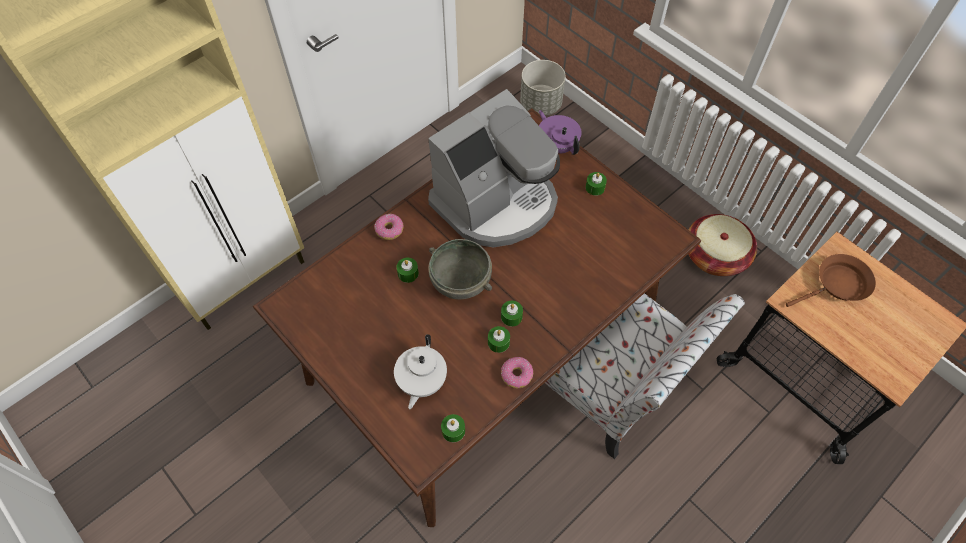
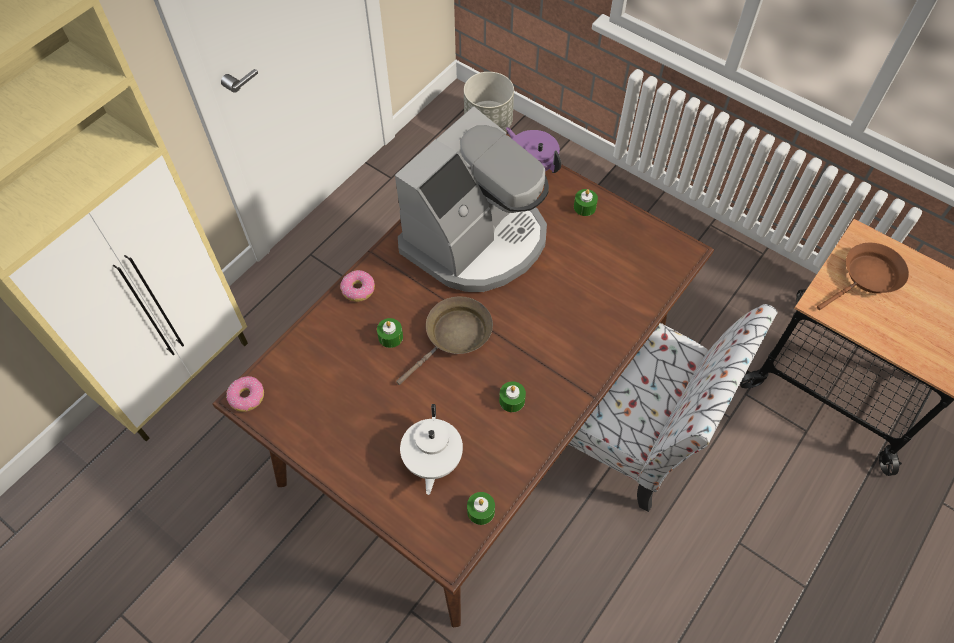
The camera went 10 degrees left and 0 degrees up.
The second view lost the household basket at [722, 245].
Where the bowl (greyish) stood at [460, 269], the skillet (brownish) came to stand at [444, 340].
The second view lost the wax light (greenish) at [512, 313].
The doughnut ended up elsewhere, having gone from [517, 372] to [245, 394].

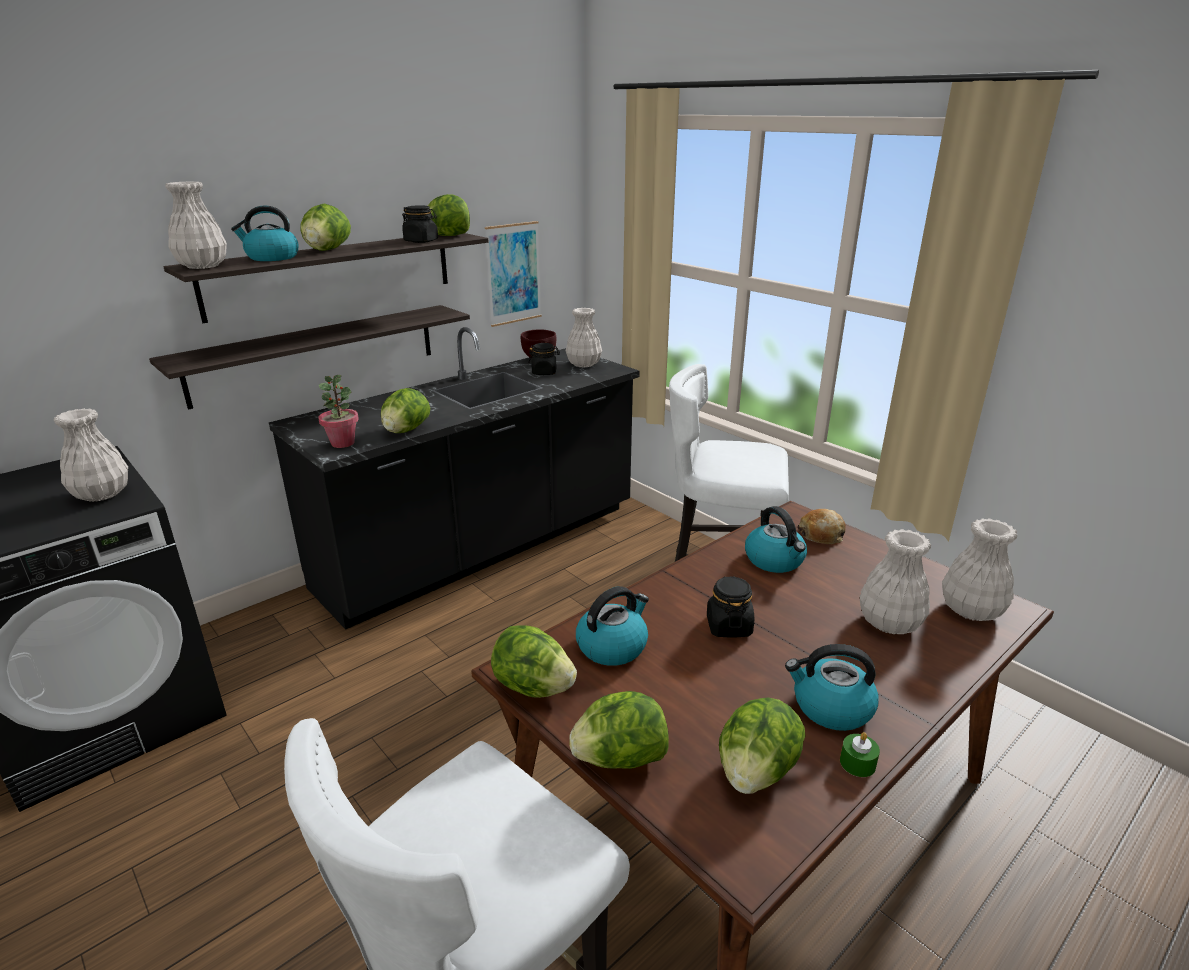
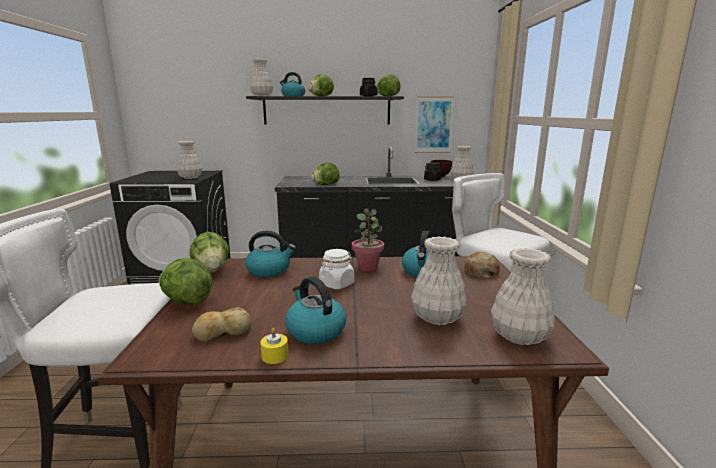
The camera went 40 degrees right and 10 degrees down.
The second view lost the wall shelf at [309, 357].
The houseplant ended up elsewhere, having gone from [339, 411] to [368, 239].
What was the storage jar (blackish) at [730, 607] turned into the storage jar (white) at [337, 269].
Where the lettuce stood at [762, 746], the bakery bread came to stand at [221, 324].
What was the wax light (greenish) at [860, 754] turned into the wax light (yellowish) at [274, 346].

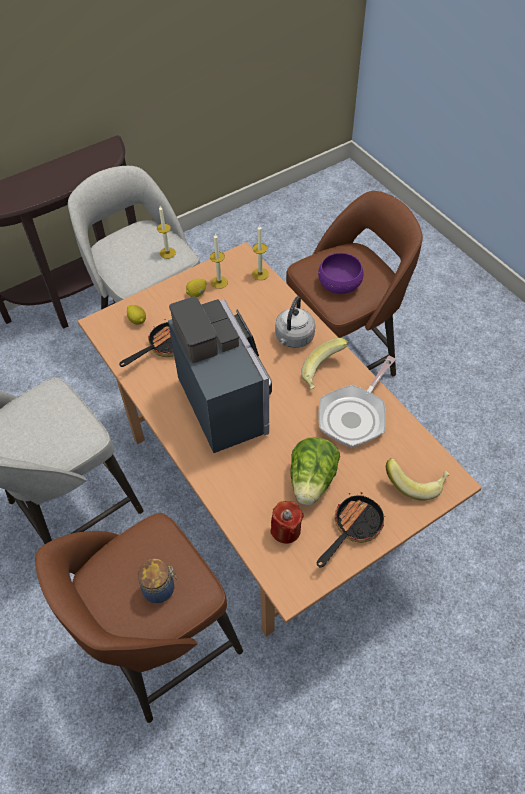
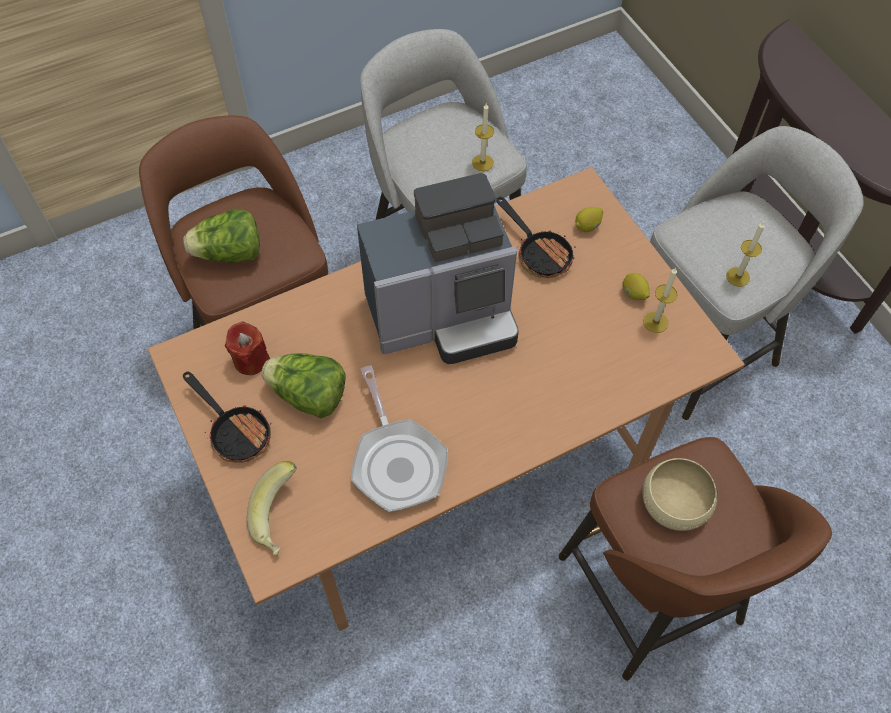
The camera went 95 degrees right and 5 degrees up.
The wax light ended up elsewhere, having gone from [260, 252] to [483, 137].
What was the bowl (purple-coloured) at [341, 273] turned into the bowl (sand-coloured) at [679, 494].
The second view lost the kettle (greyish) at [295, 322].
The second view lost the whole banana at [324, 364].
The skillet at [357, 402] ended up facing another way, 150 degrees counterclockwise from before.
Where the storage jar stood at [157, 581], the lettuce came to stand at [222, 236].

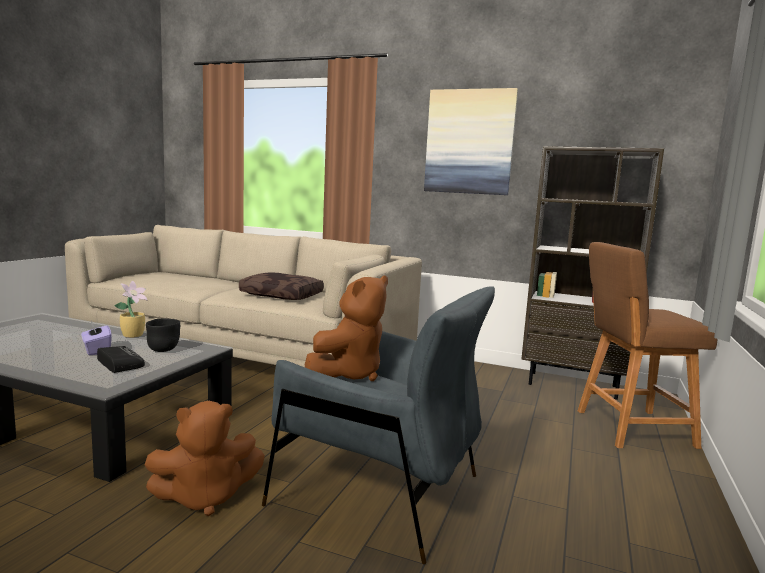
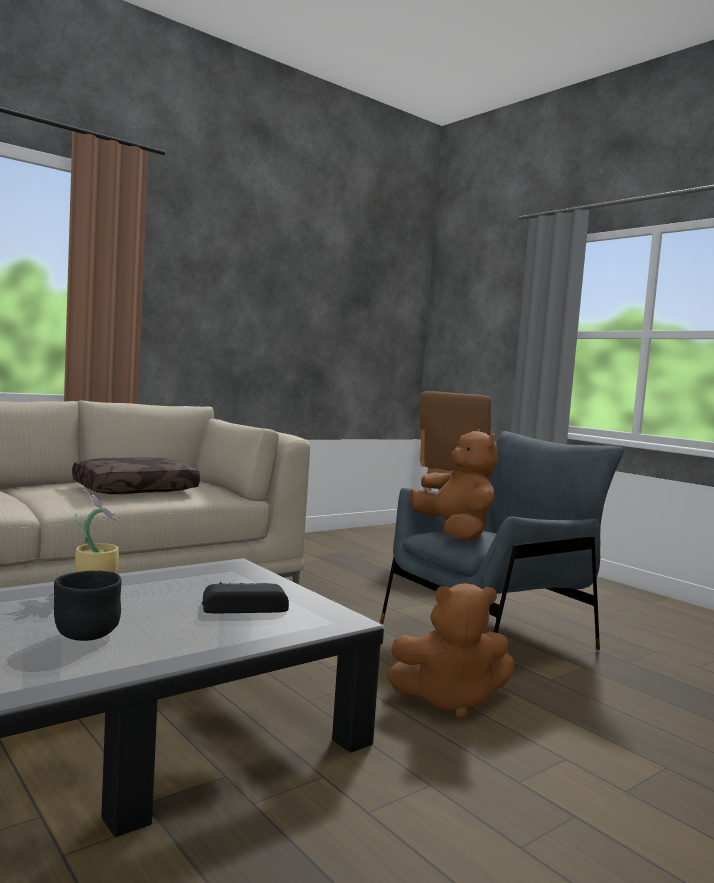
The camera went 60 degrees left and 5 degrees down.
The second view lost the picture at [471, 141].
The second view lost the bookcase (brownish) at [592, 273].
The bowl (blackish) ended up elsewhere, having gone from [163, 335] to [88, 605].
The second view lost the tissue holder (purple-coloured) at [96, 338].
The soft toy (brownish) at [205, 458] ended up facing another way, 75 degrees clockwise from before.

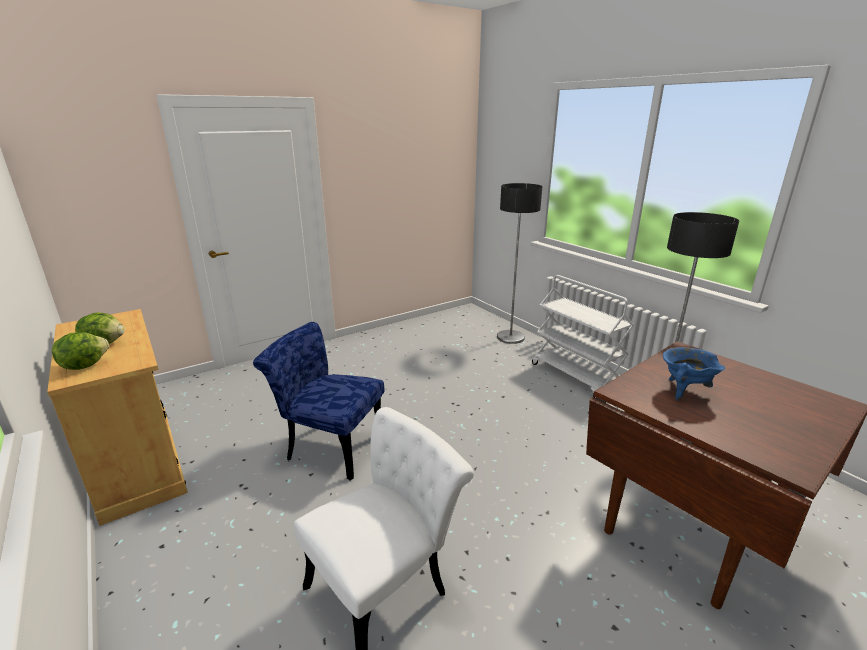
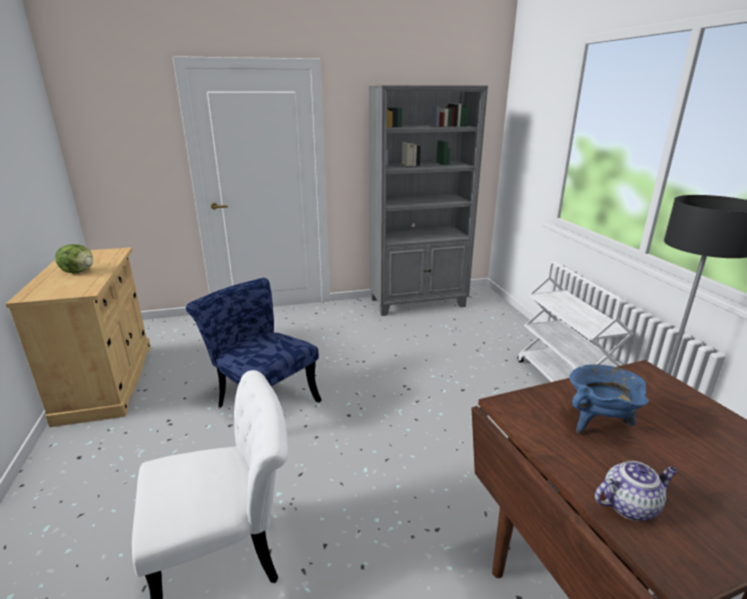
The camera went 20 degrees right and 0 degrees up.
The second view lost the standing lamp at [519, 263].
The second view lost the lettuce at [80, 351].
The second view gained the bookcase (greyish) at [428, 200].
The second view gained the pot for tea at [636, 491].

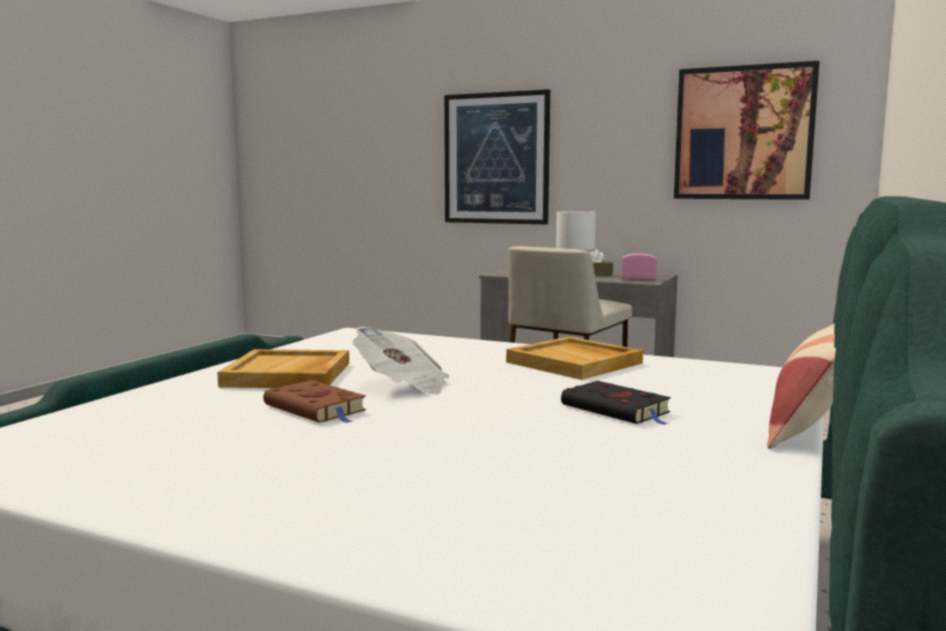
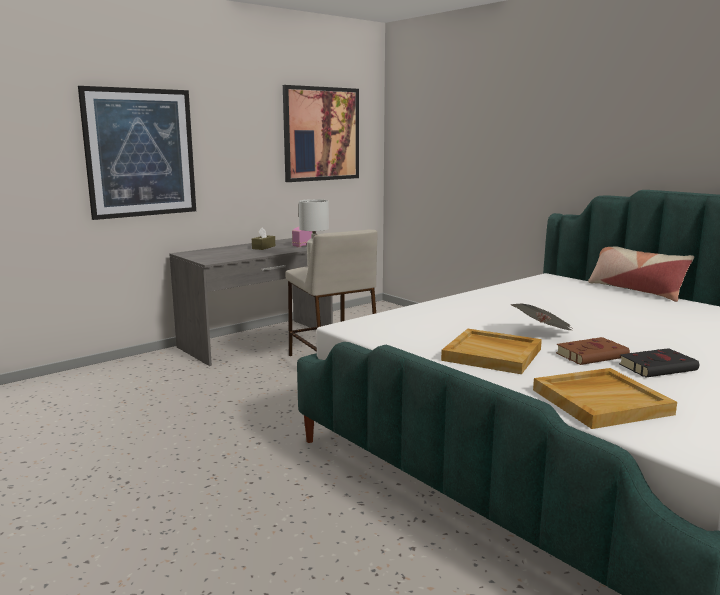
The camera went 65 degrees left and 5 degrees up.
The serving tray (sand-coloured) ended up elsewhere, having gone from [574, 358] to [605, 398].
The book (blackish) ended up elsewhere, having gone from [616, 403] to [659, 363].

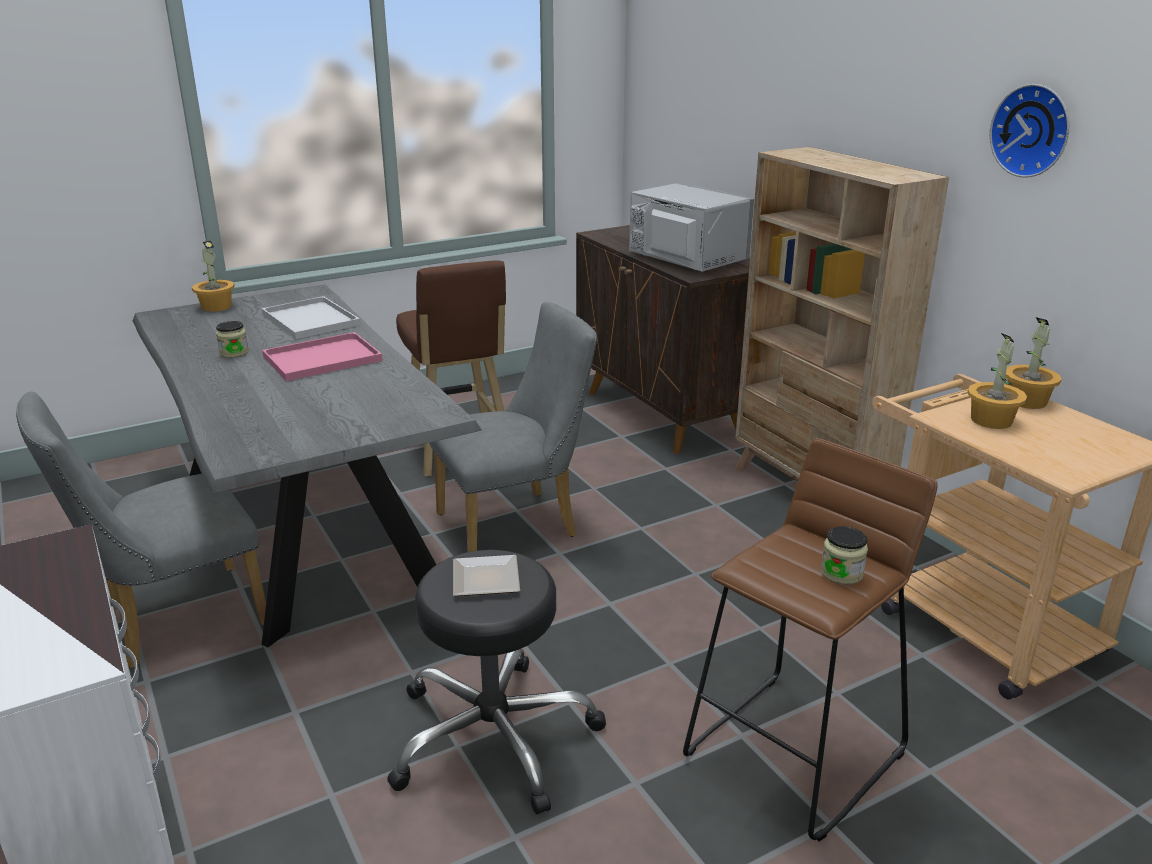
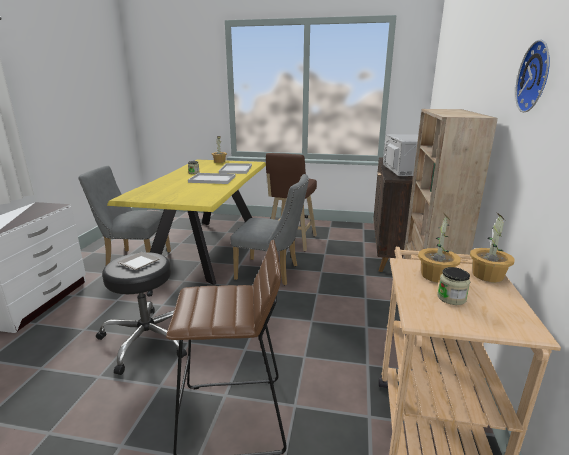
The camera went 40 degrees right and 5 degrees down.
What was the dinner table (greyish) at [307, 466] turned into the dinner table (yellowish) at [186, 222].
What was the serving tray (pinkish) at [322, 356] turned into the serving tray (white) at [212, 178].
The storage jar ended up elsewhere, having gone from [844, 555] to [453, 286].

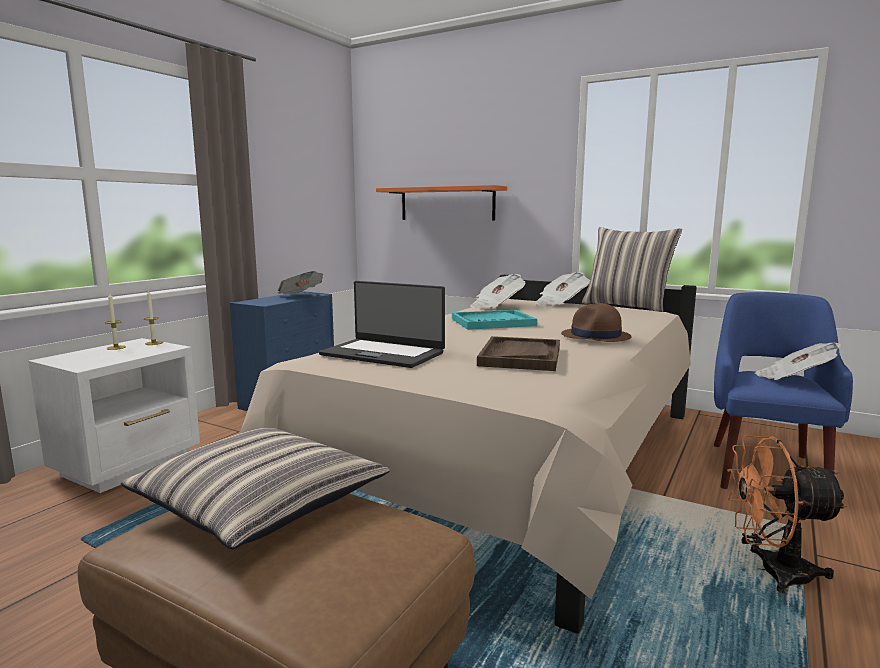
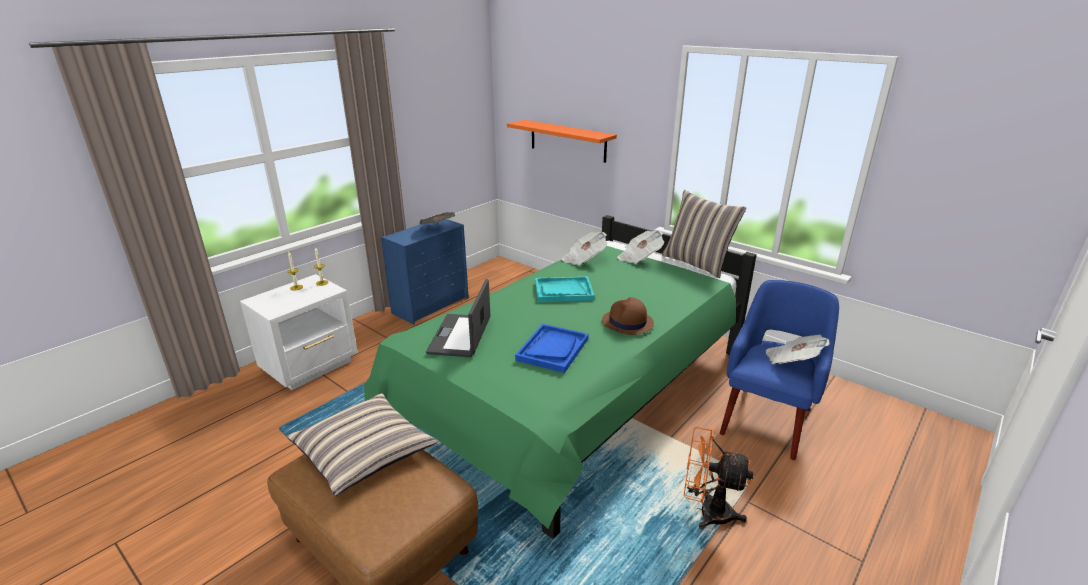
The camera went 10 degrees right and 15 degrees up.
What was the sleeping bed (sand-coloured) at [467, 454] turned into the sleeping bed (greenish) at [560, 377].
The notebook computer at [382, 324] ended up facing another way, 60 degrees clockwise from before.
What was the serving tray (brownish) at [518, 353] turned into the serving tray (bluish) at [552, 348].

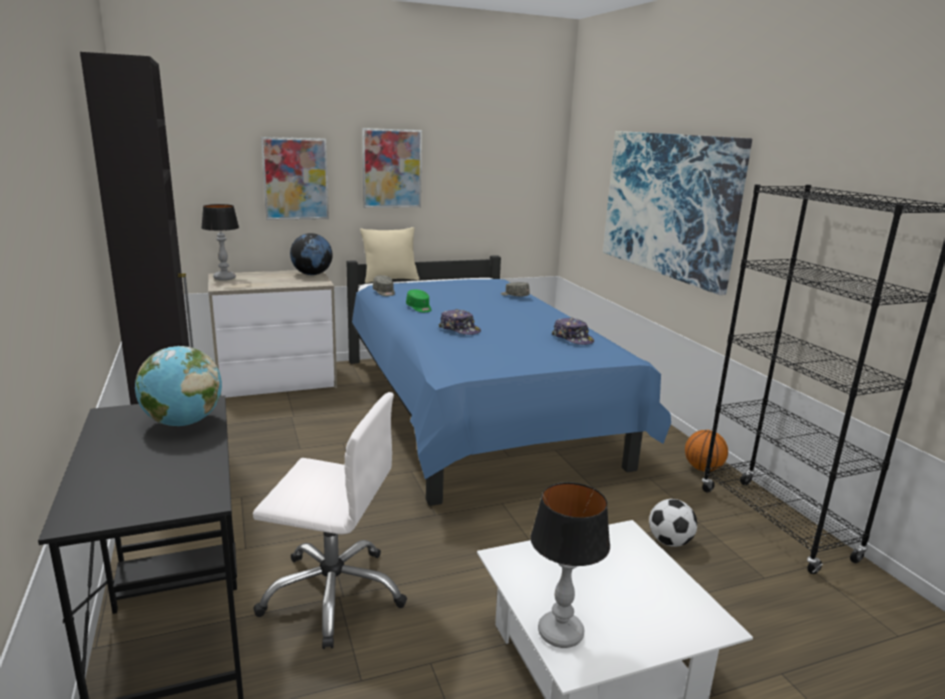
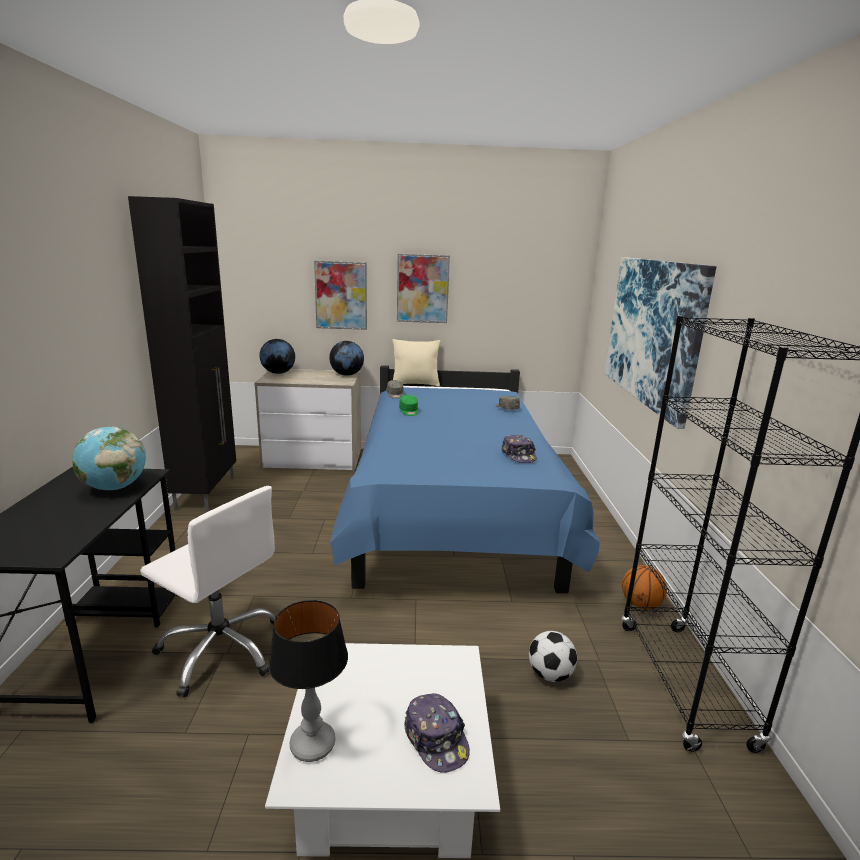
The camera went 20 degrees right and 0 degrees up.
Where the table lamp stood at [220, 242], the globe came to stand at [277, 356].
The cap ended up elsewhere, having gone from [460, 322] to [437, 733].

